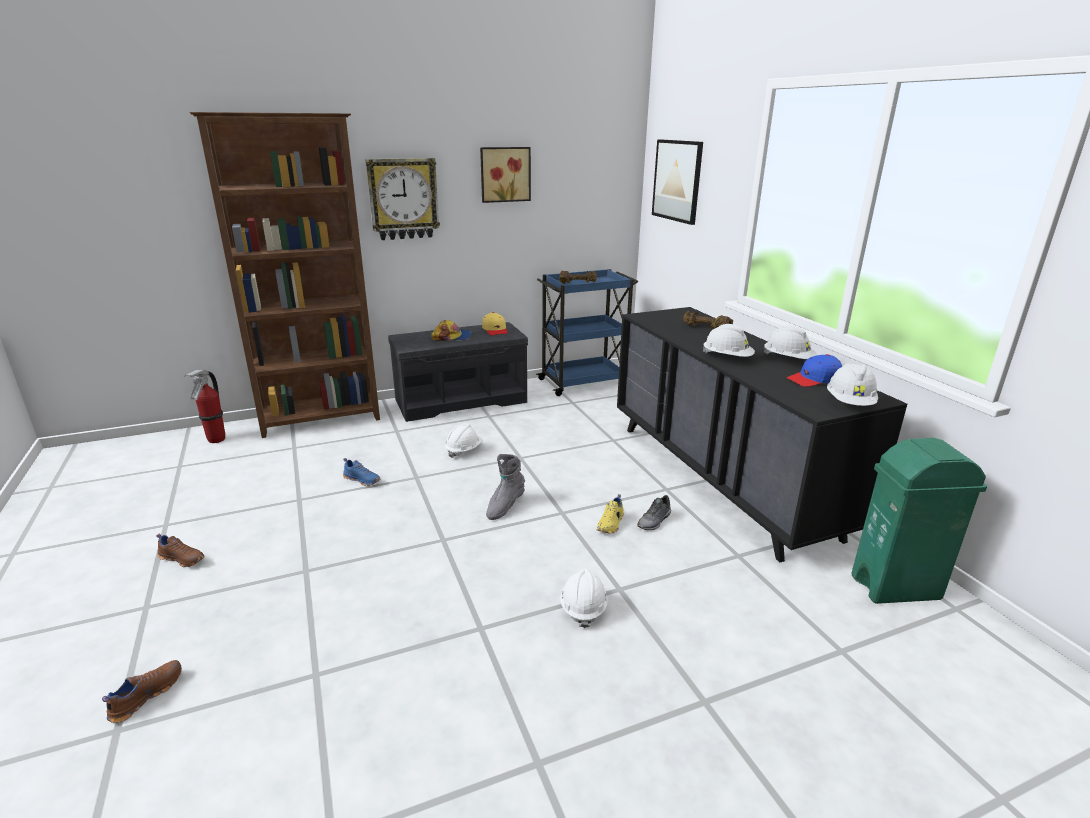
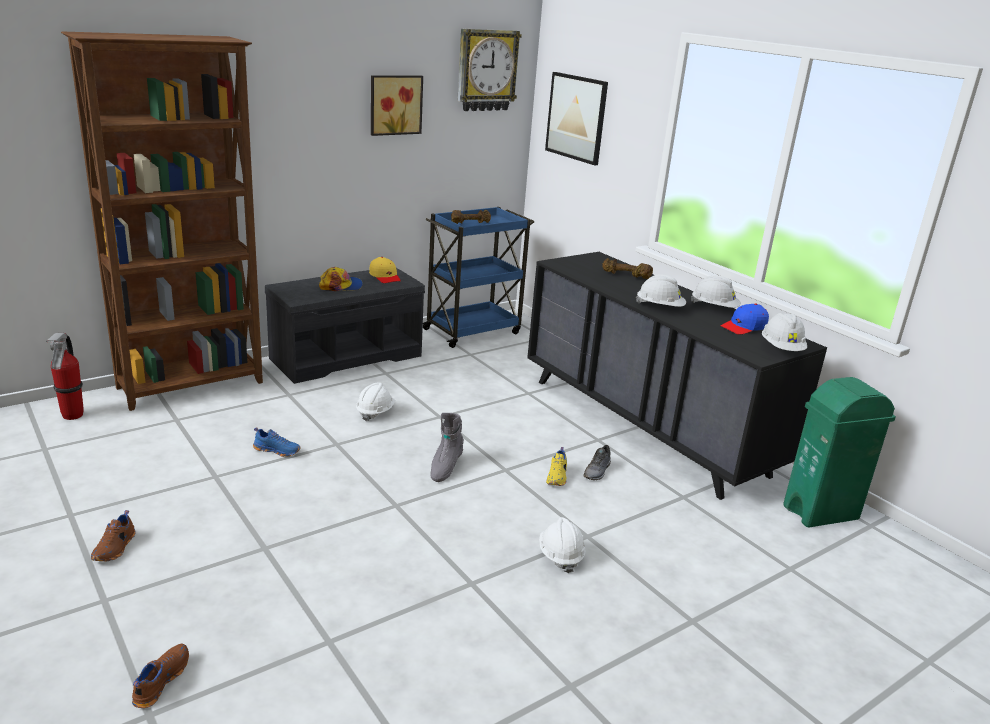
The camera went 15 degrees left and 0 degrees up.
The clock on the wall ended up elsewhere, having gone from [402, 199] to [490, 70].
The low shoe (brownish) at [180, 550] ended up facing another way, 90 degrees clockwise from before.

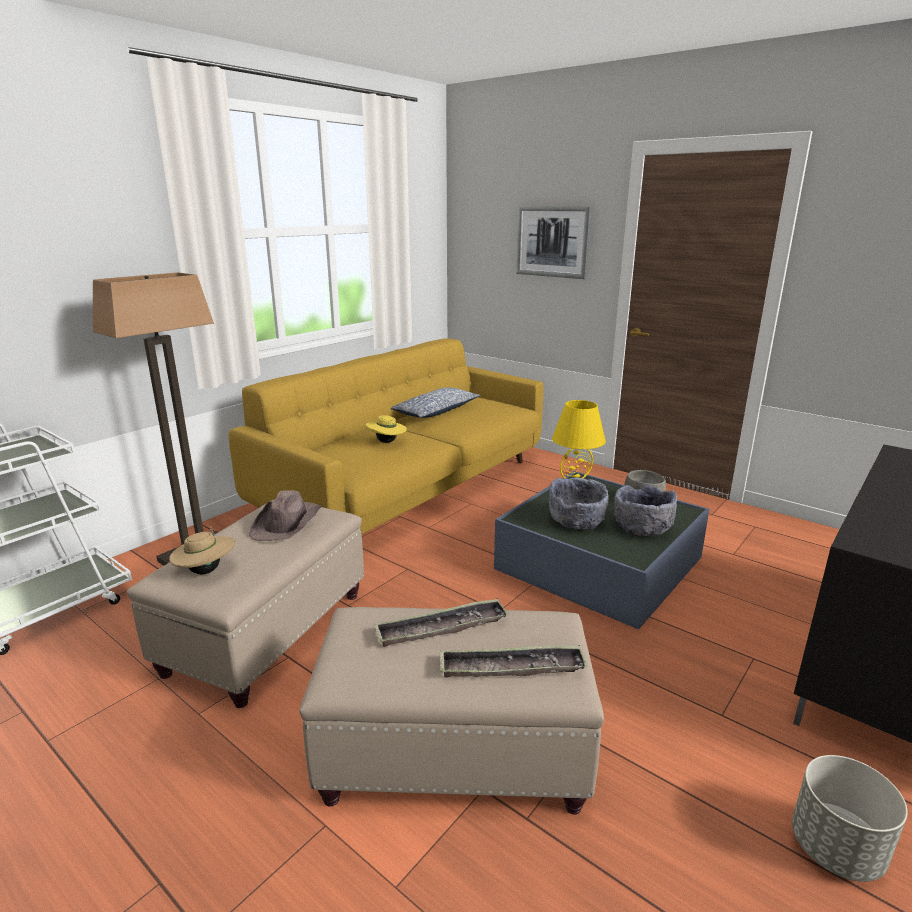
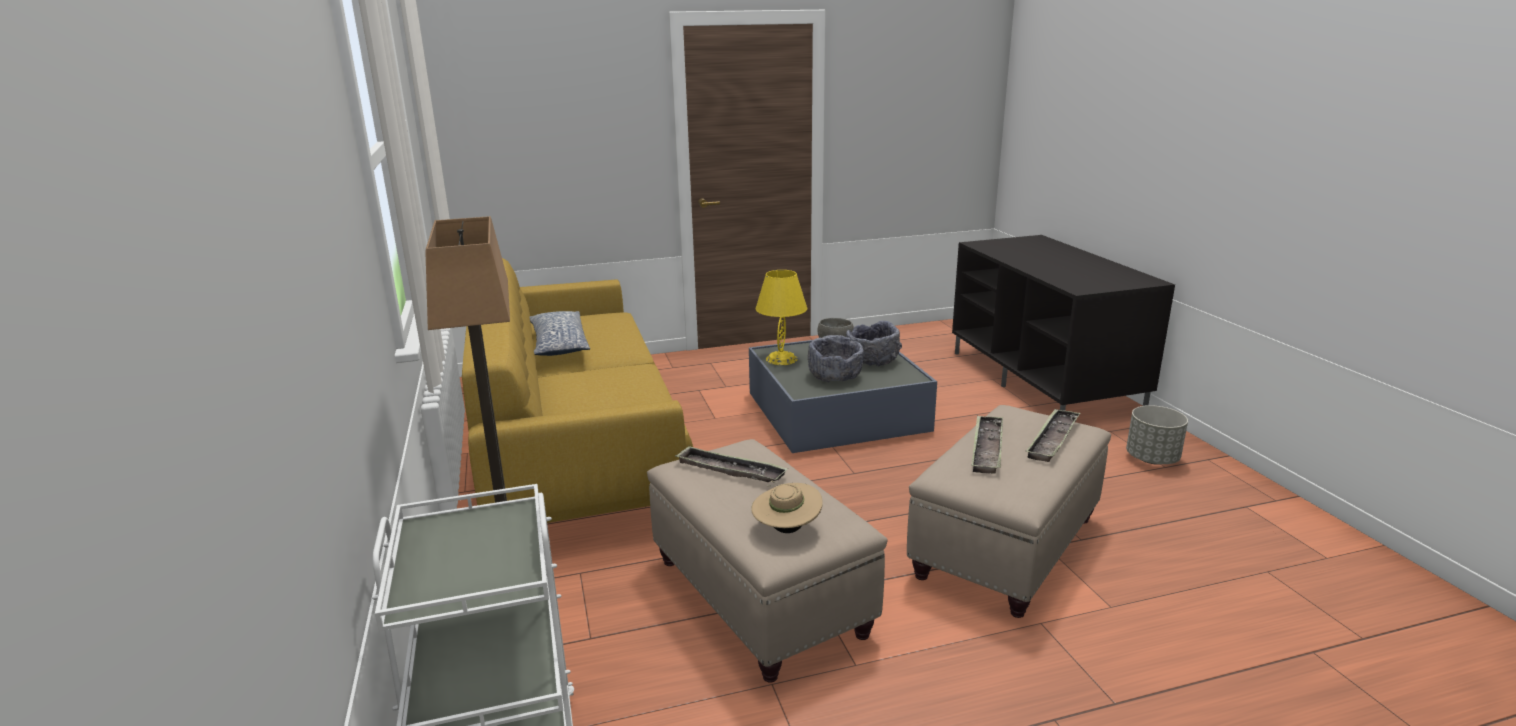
The camera went 55 degrees left and 0 degrees up.
The second view lost the picture at [554, 242].
The second view lost the hat (yellowish) at [386, 429].
Where the hat (brownish) stood at [285, 515], the serving tray came to stand at [731, 464].

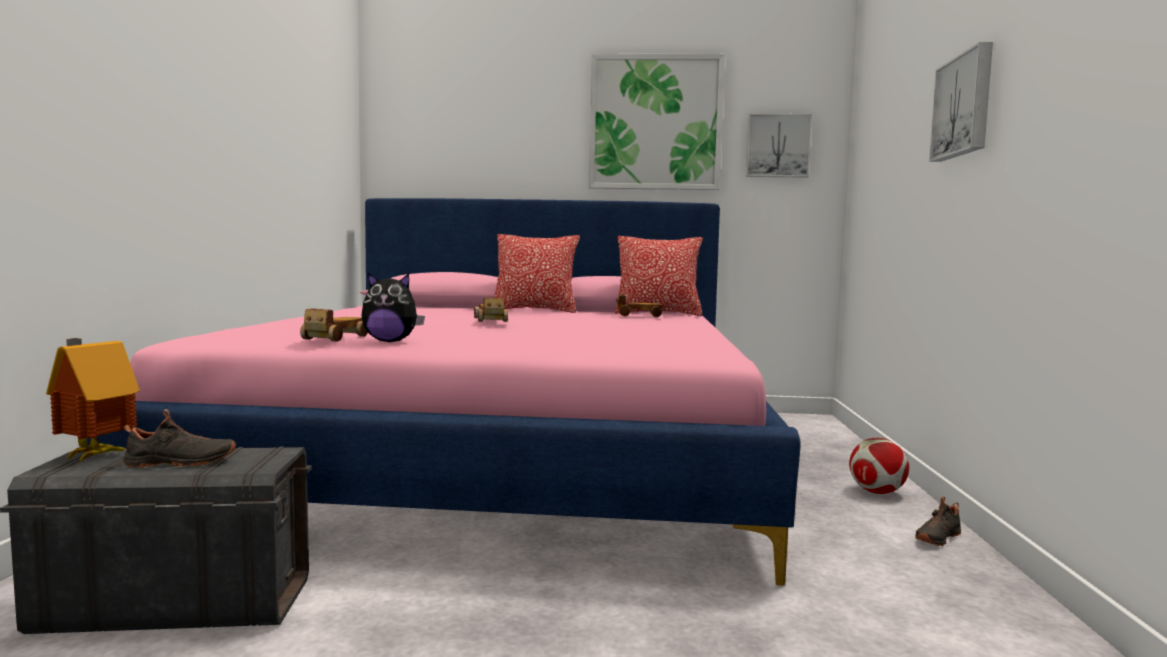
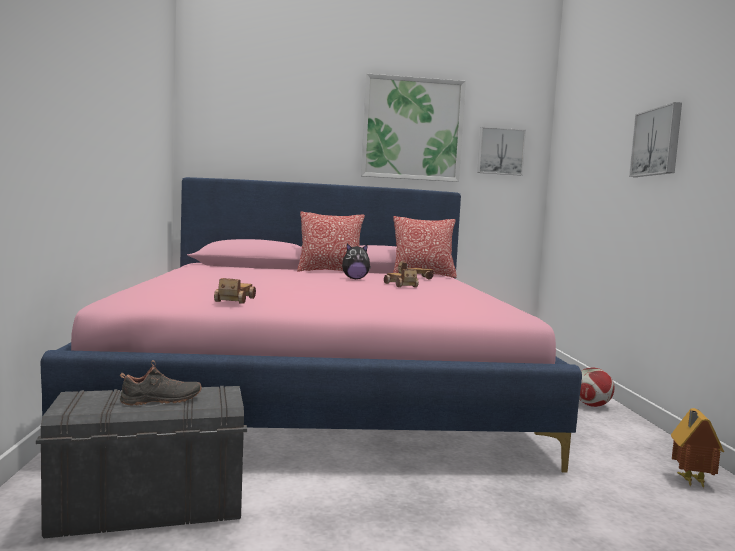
The camera went 10 degrees left and 0 degrees up.
The soft toy ended up elsewhere, having gone from [393, 307] to [356, 261].
The model car ended up elsewhere, having gone from [491, 309] to [401, 278].
The toy house ended up elsewhere, having gone from [93, 400] to [697, 448].
The second view lost the low shoe (blackish) at [938, 521].

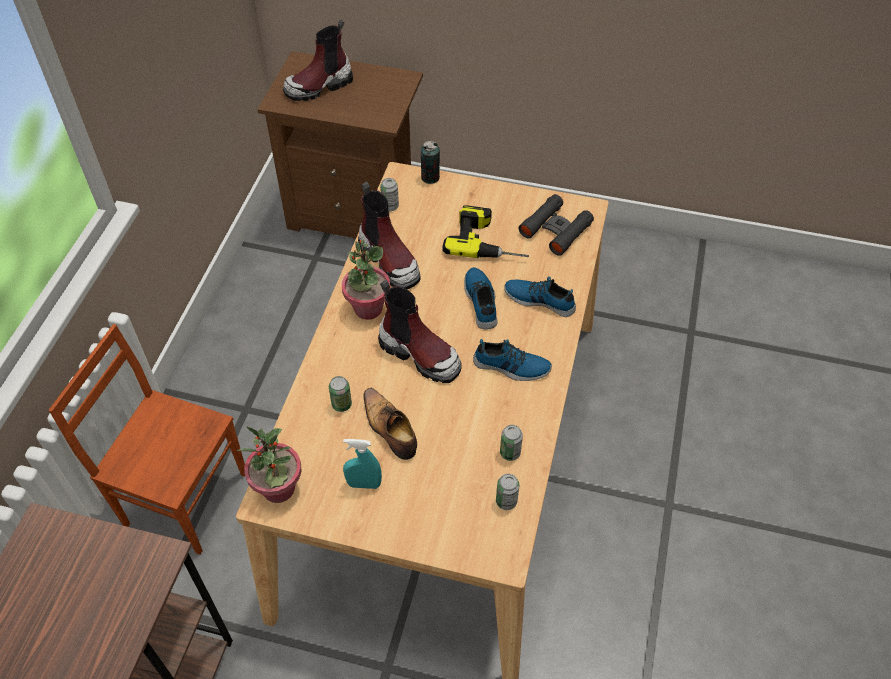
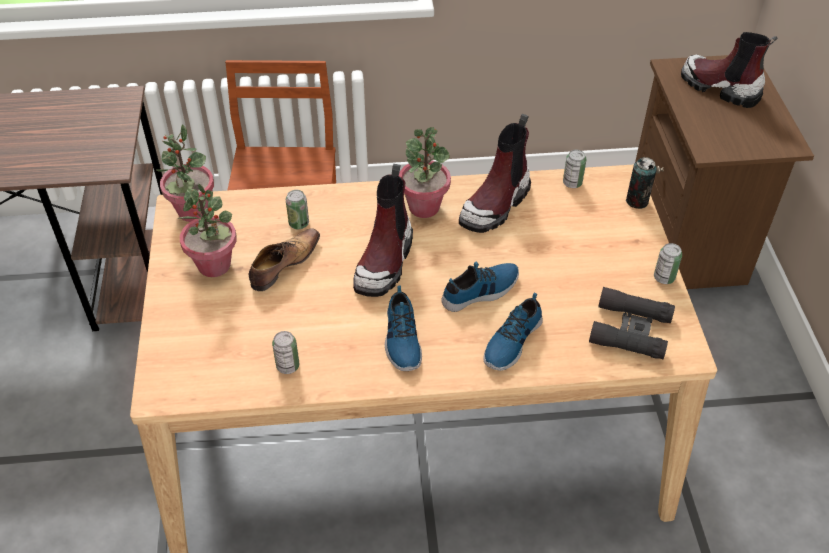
The camera went 70 degrees right and 5 degrees down.
The second view lost the power drill at [486, 231].
The low shoe at [540, 296] ended up facing another way, 150 degrees counterclockwise from before.
Where the spray bottle (turquoise-coloured) stood at [362, 464], the houseplant came to stand at [207, 230].
The metal can ended up elsewhere, having gone from [508, 492] to [668, 263].

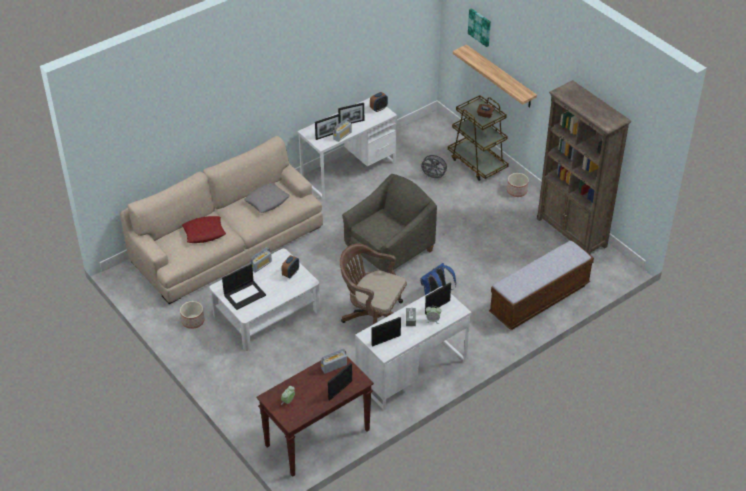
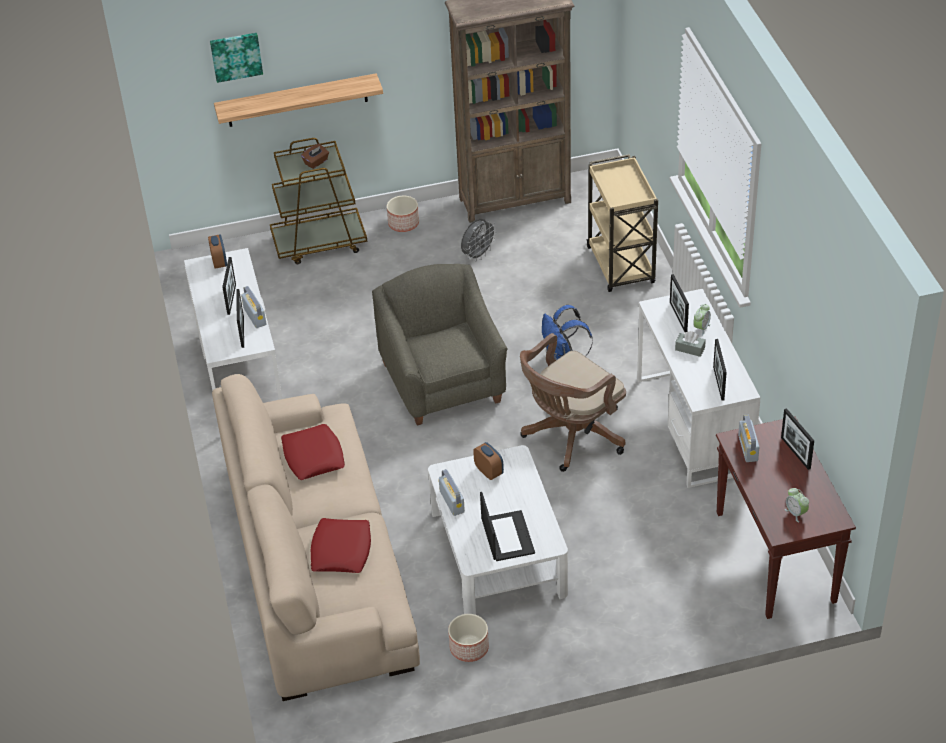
The camera went 65 degrees left and 0 degrees up.
The fan (greyish) ended up elsewhere, having gone from [433, 167] to [479, 240].
What was the cushion (greyish) at [267, 198] turned into the cushion (red) at [313, 452].
Where the indoor bench stood at [541, 285], the wheeled cart (sand-coloured) came to stand at [622, 223].

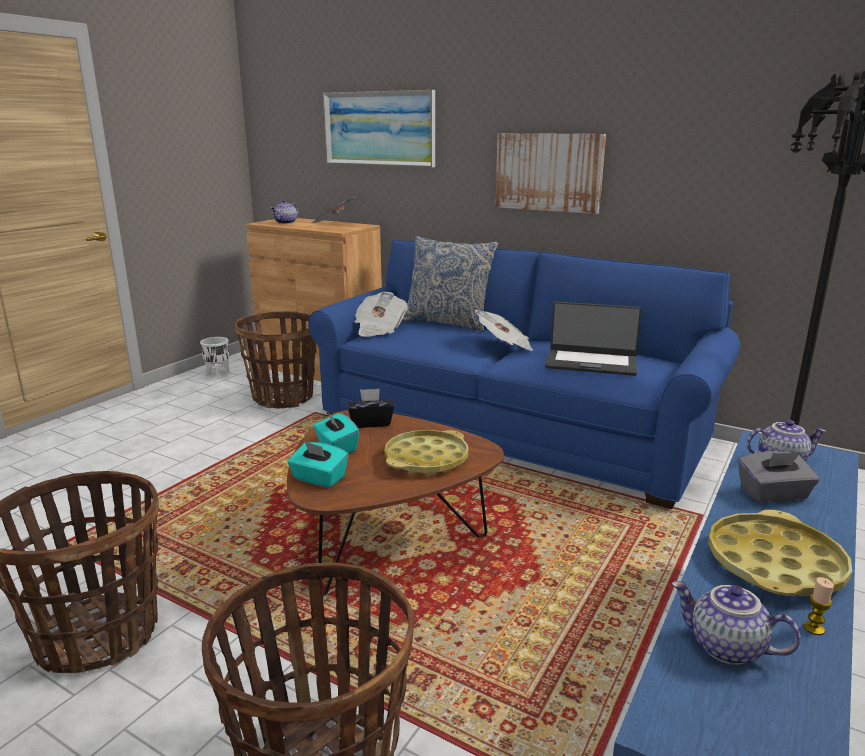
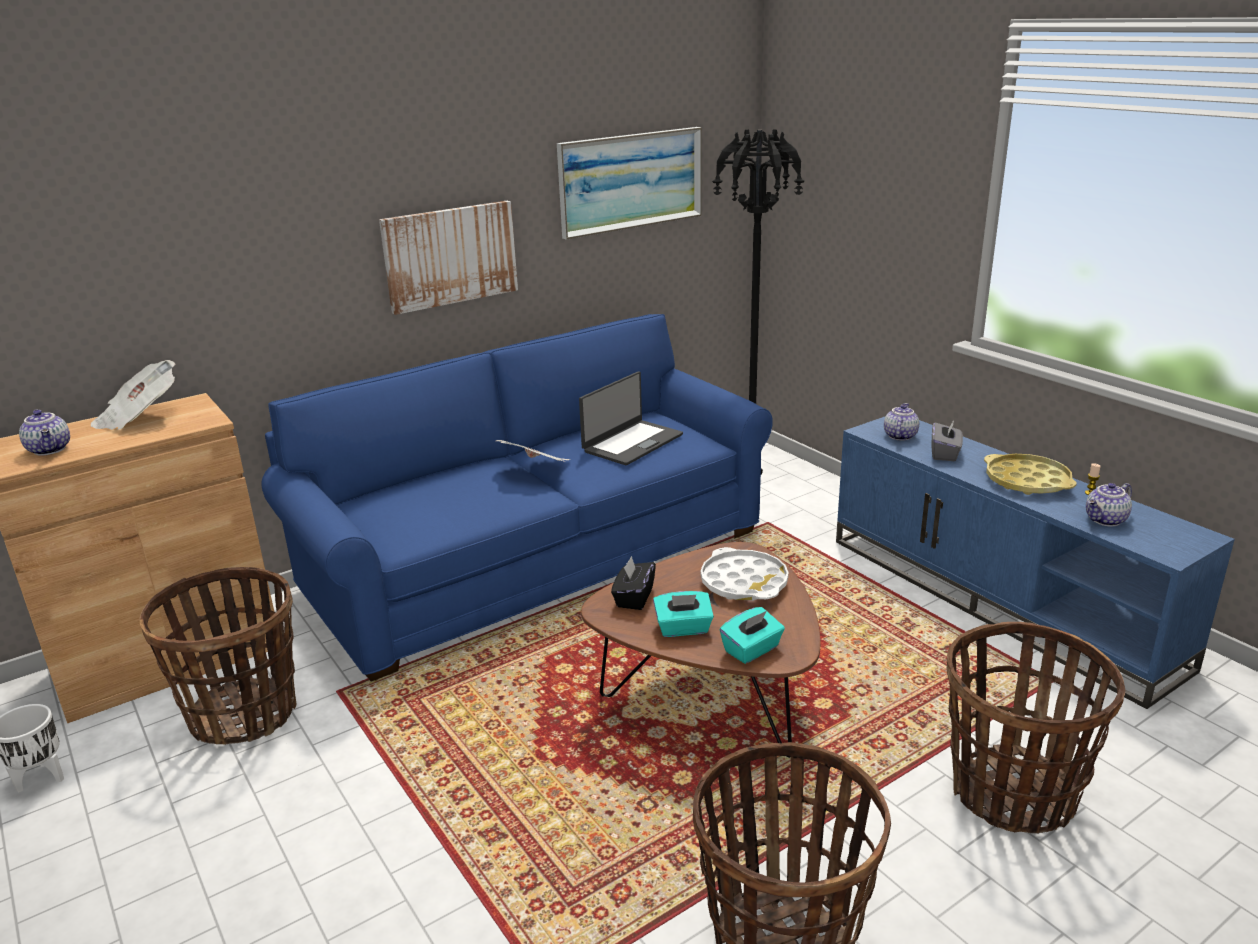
The camera went 65 degrees left and 5 degrees up.
The picture ended up elsewhere, having gone from [379, 129] to [629, 183].
The second view lost the cushion at [450, 284].
The second view lost the newspaper at [381, 314].
What was the serving tray (yellowish) at [426, 452] turned into the serving tray (white) at [745, 574].

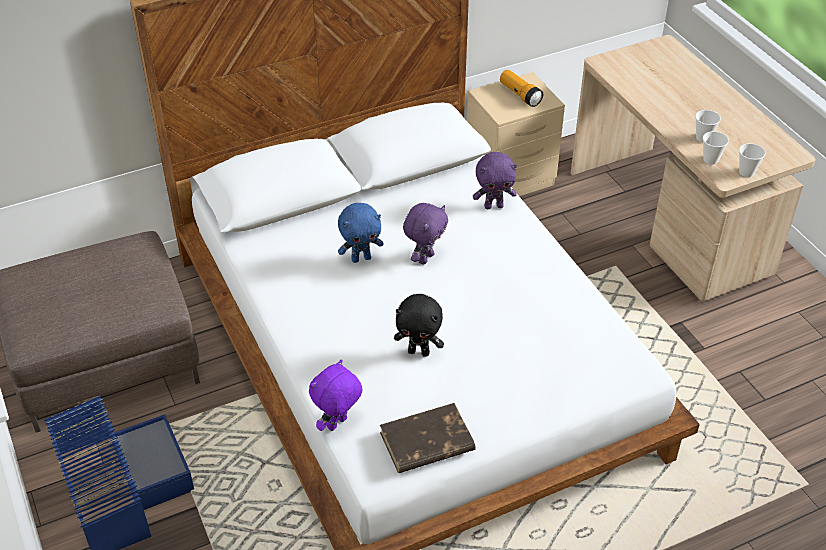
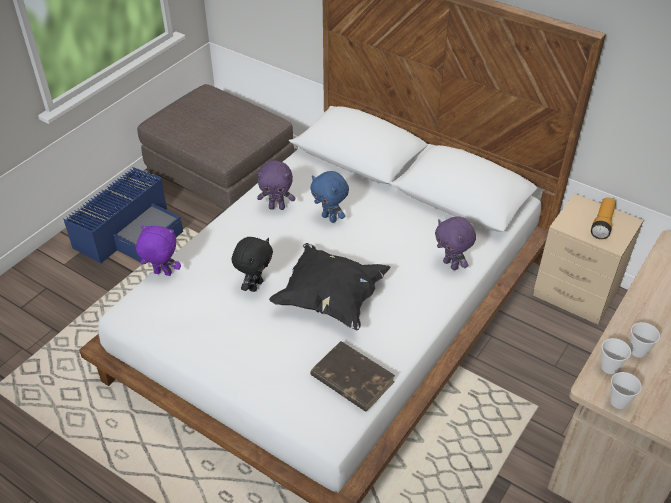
The camera went 60 degrees right and 0 degrees up.
The soft toy (purple-coloured) ended up elsewhere, having gone from [425, 234] to [276, 185].
The soft toy (blackish) at [419, 325] ended up facing another way, 135 degrees counterclockwise from before.
The book (brownish) ended up elsewhere, having gone from [428, 438] to [352, 376].
The second view gained the cushion (blackish) at [329, 286].

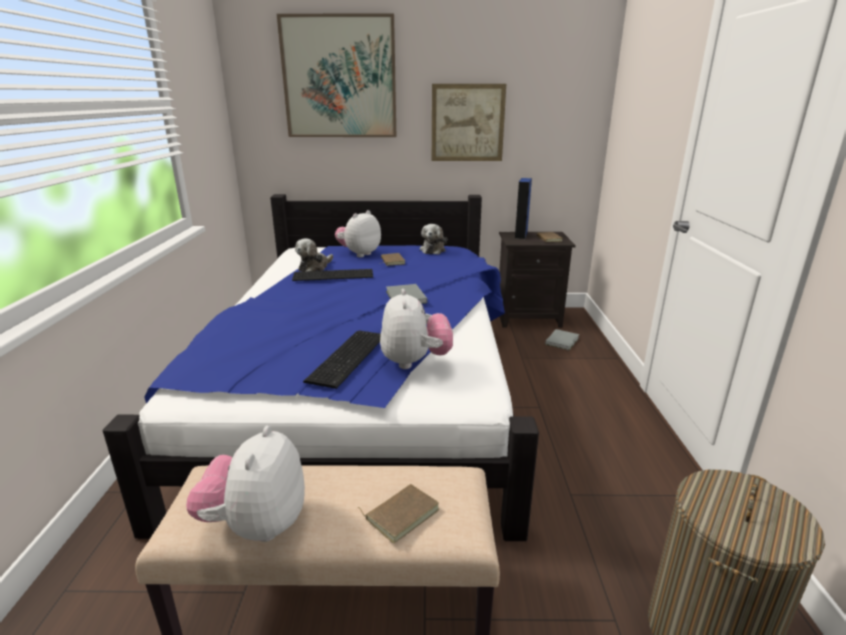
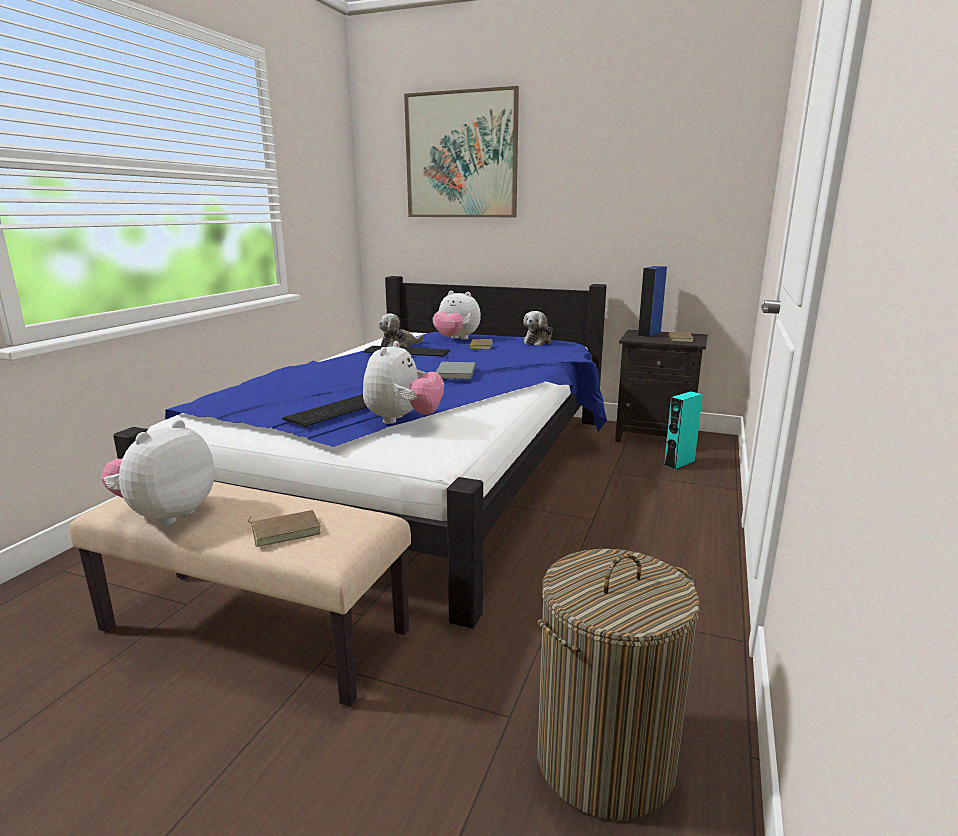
The camera went 20 degrees right and 5 degrees down.
The second view lost the picture at [469, 122].
The soft toy at [358, 233] ended up facing another way, 120 degrees counterclockwise from before.
Where the book (greyish) stood at [562, 339], the audio speaker (turquoise-coloured) came to stand at [683, 430].

